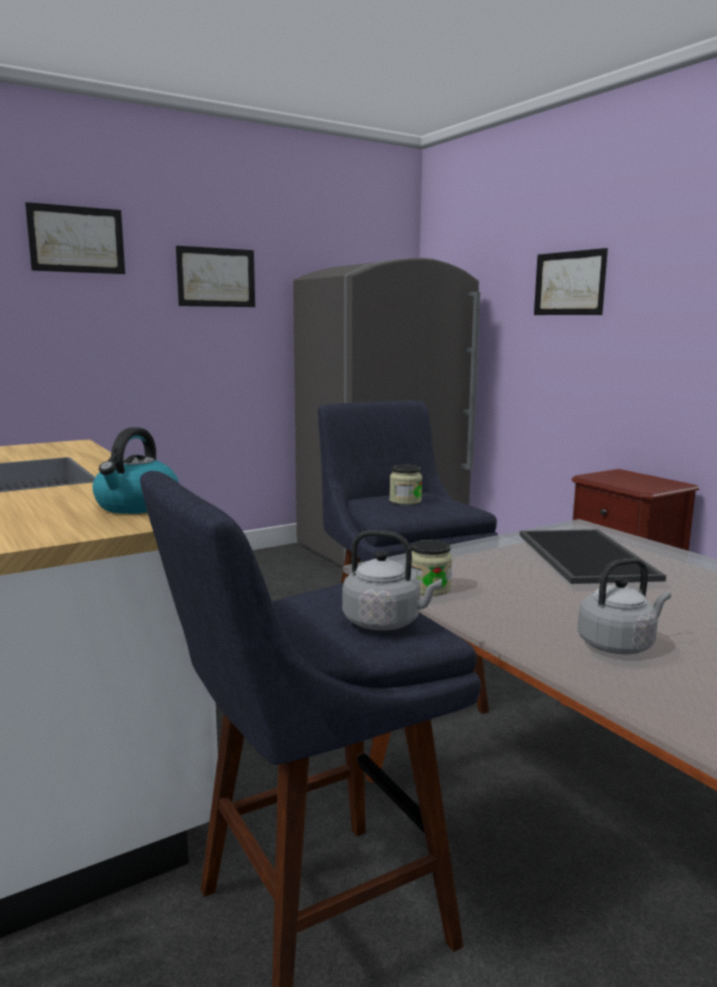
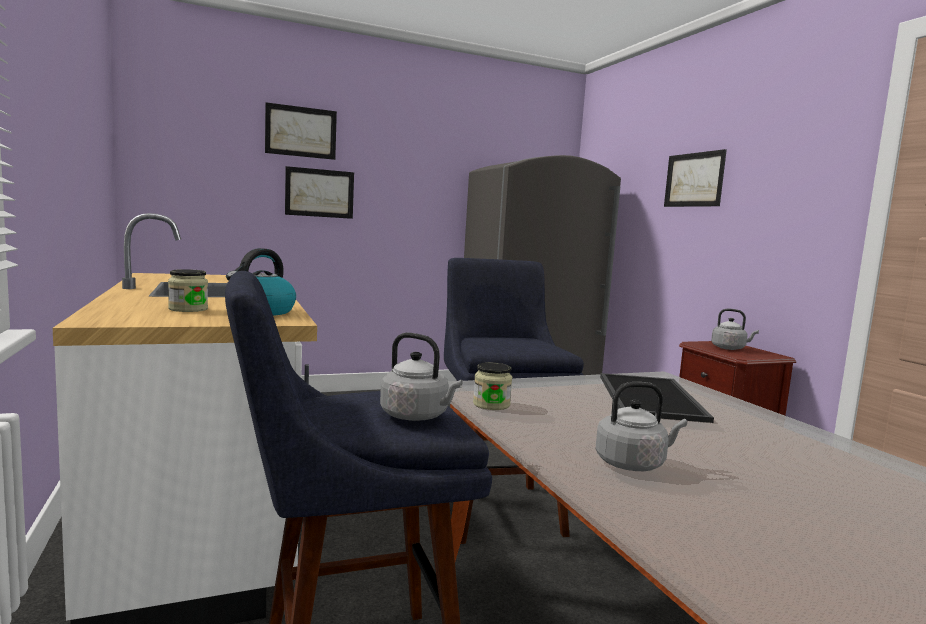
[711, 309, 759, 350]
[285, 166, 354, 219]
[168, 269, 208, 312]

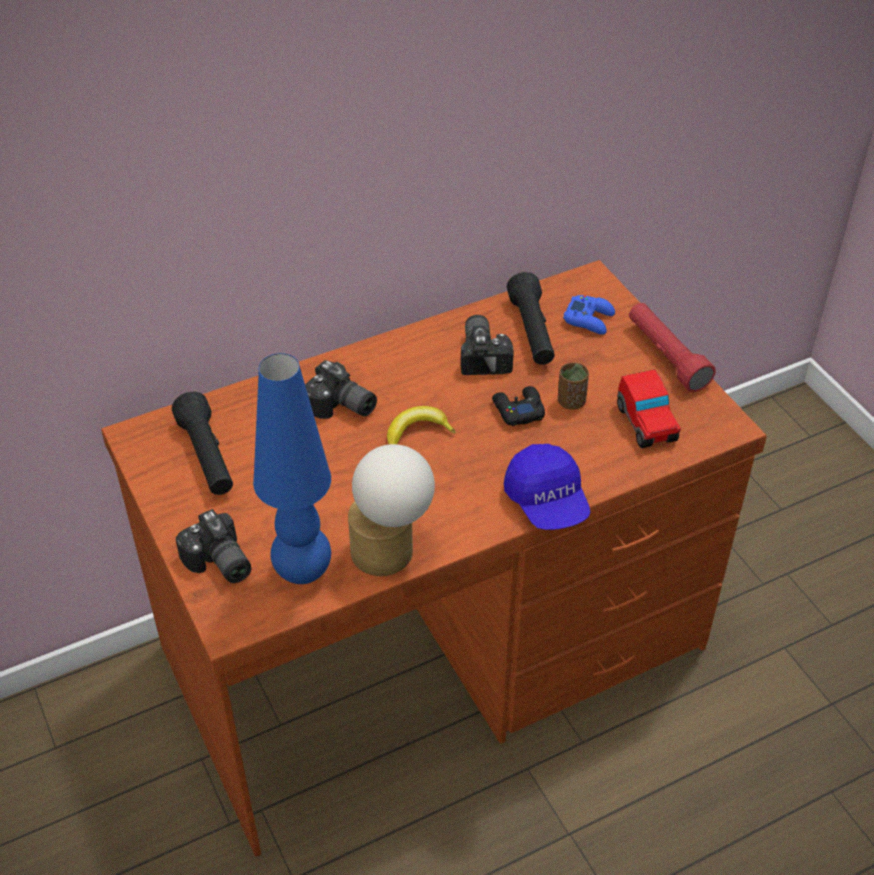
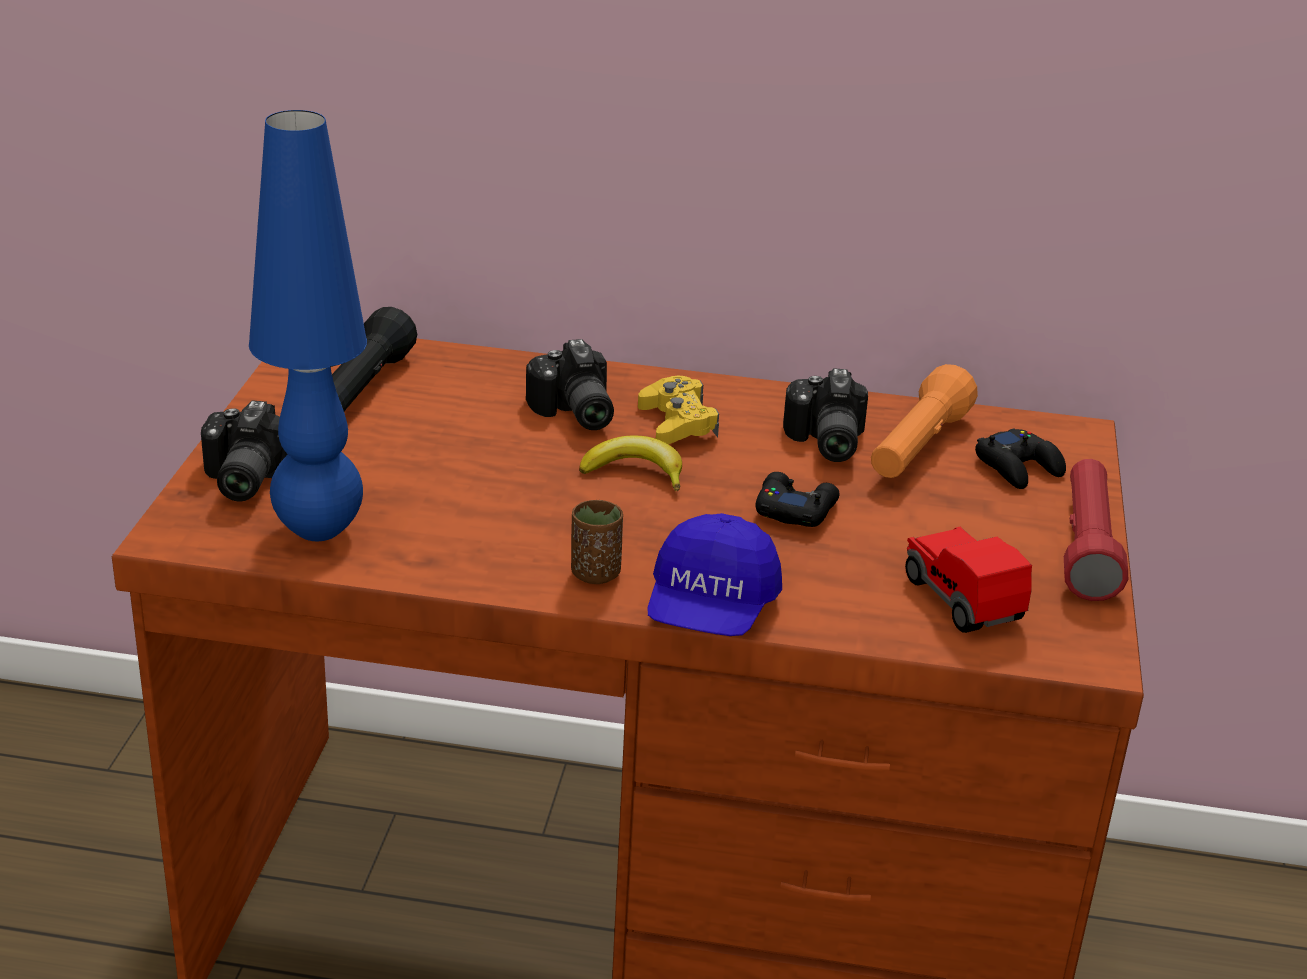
[348, 444, 435, 576] (first image)
[638, 376, 719, 444]
[571, 500, 623, 584]
[871, 364, 978, 478]
[975, 428, 1066, 489]
[783, 368, 868, 462]
[905, 527, 1032, 633]

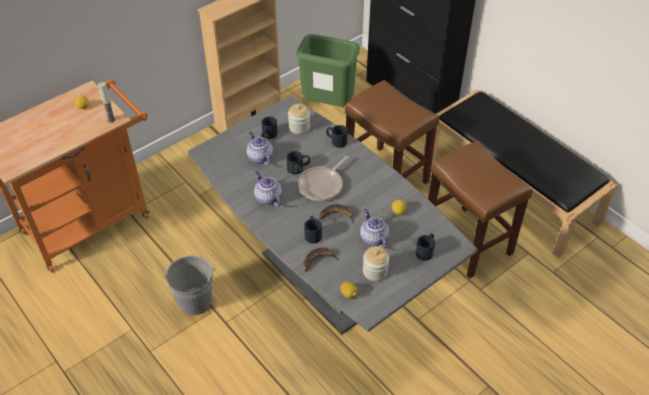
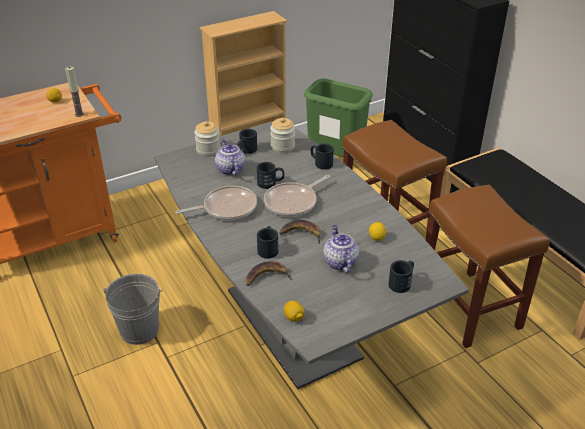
[194, 121, 221, 157]
[176, 186, 257, 220]

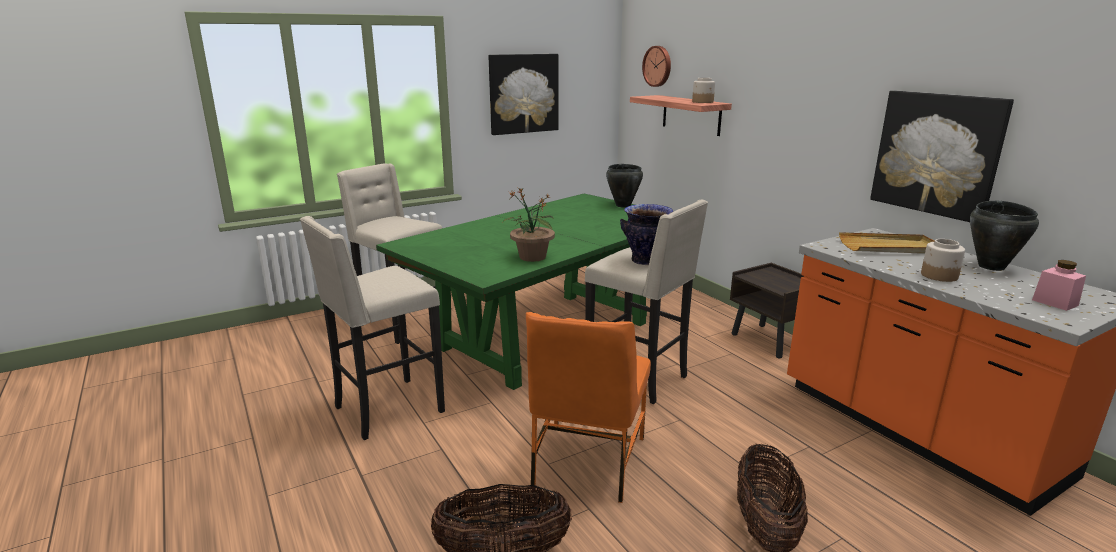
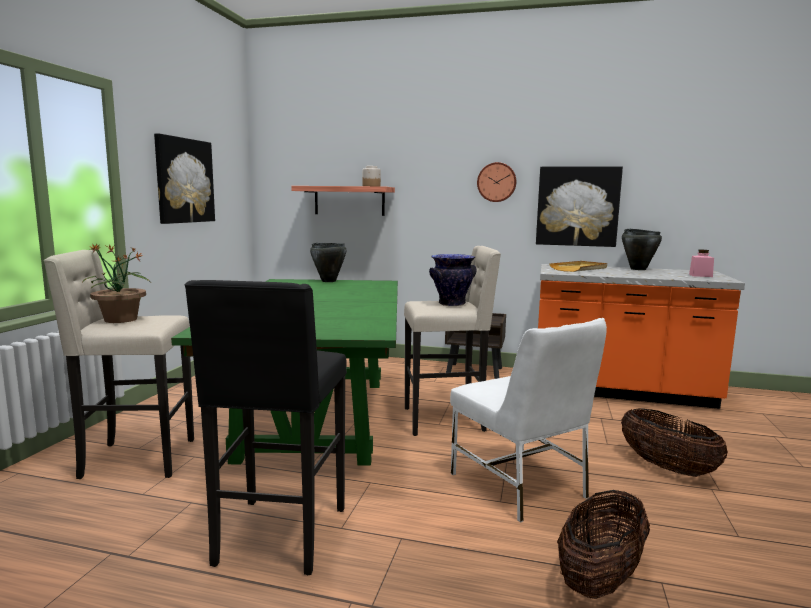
[921, 239, 965, 282] (first image)
[82, 244, 150, 323]
[477, 162, 516, 202]
[185, 280, 347, 575]
[450, 318, 607, 523]

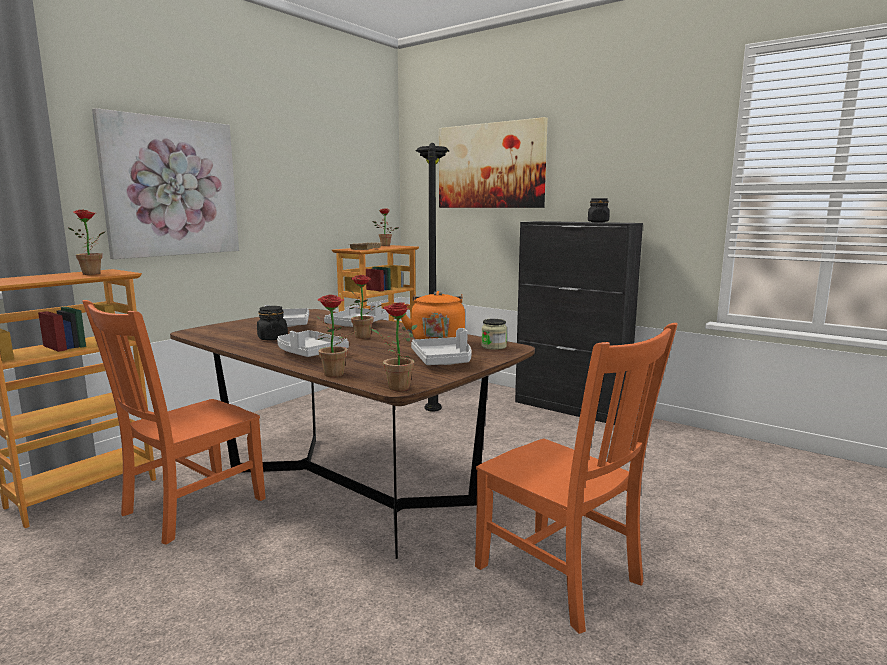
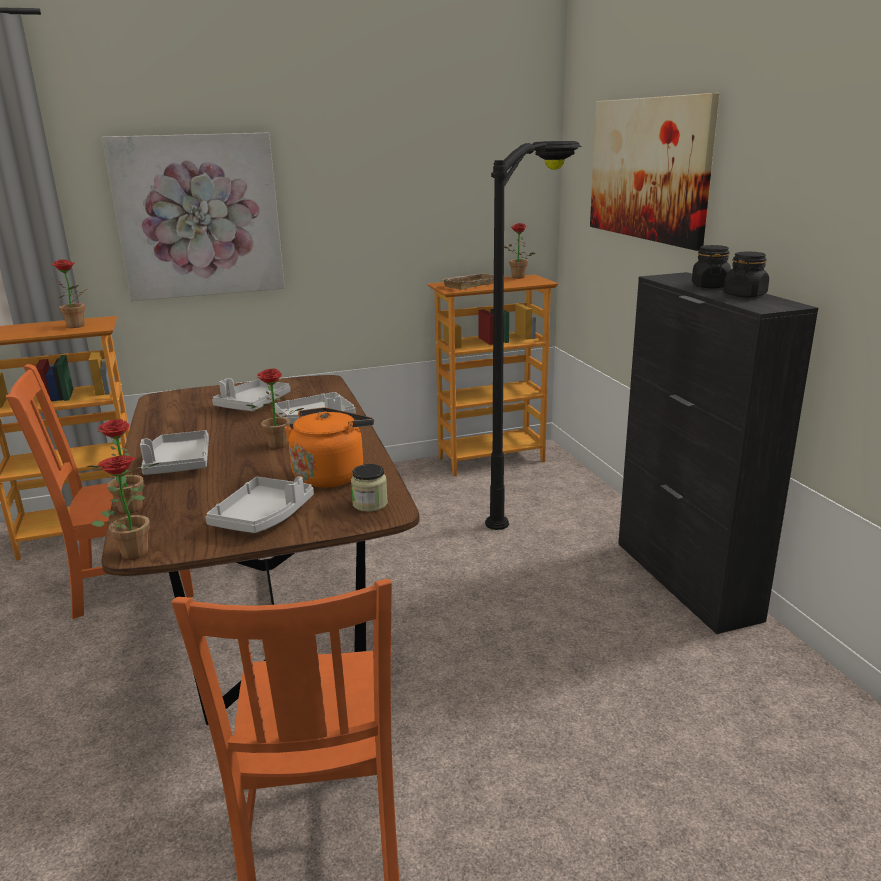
[692, 245, 731, 289]

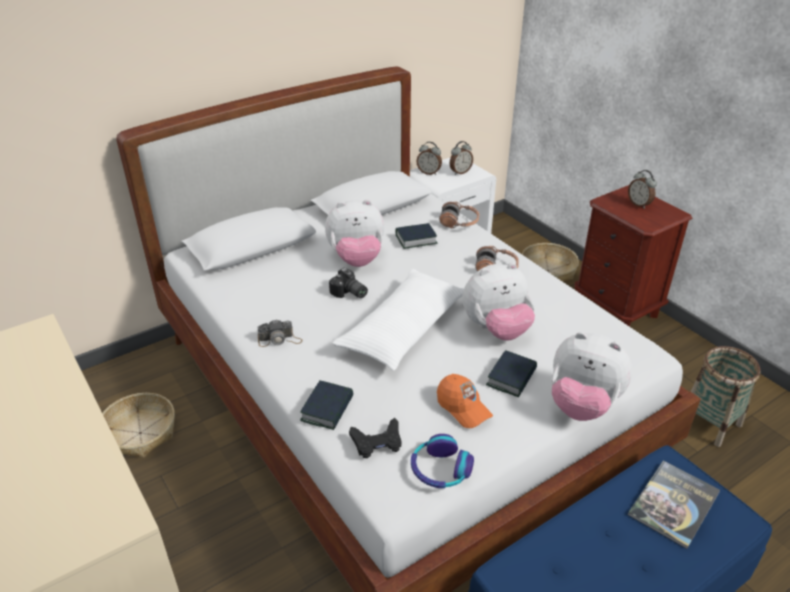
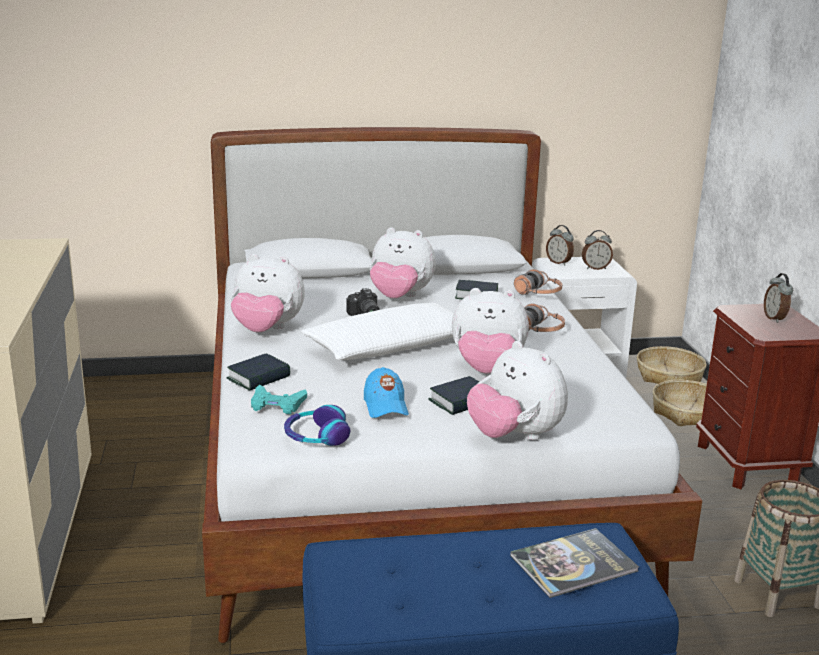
[637, 346, 706, 384]
[231, 254, 305, 332]
[251, 385, 307, 414]
[364, 367, 409, 418]

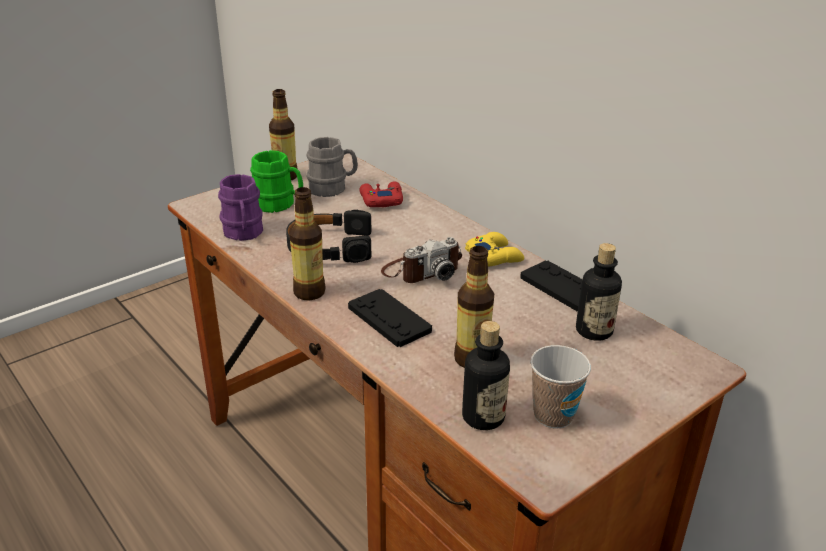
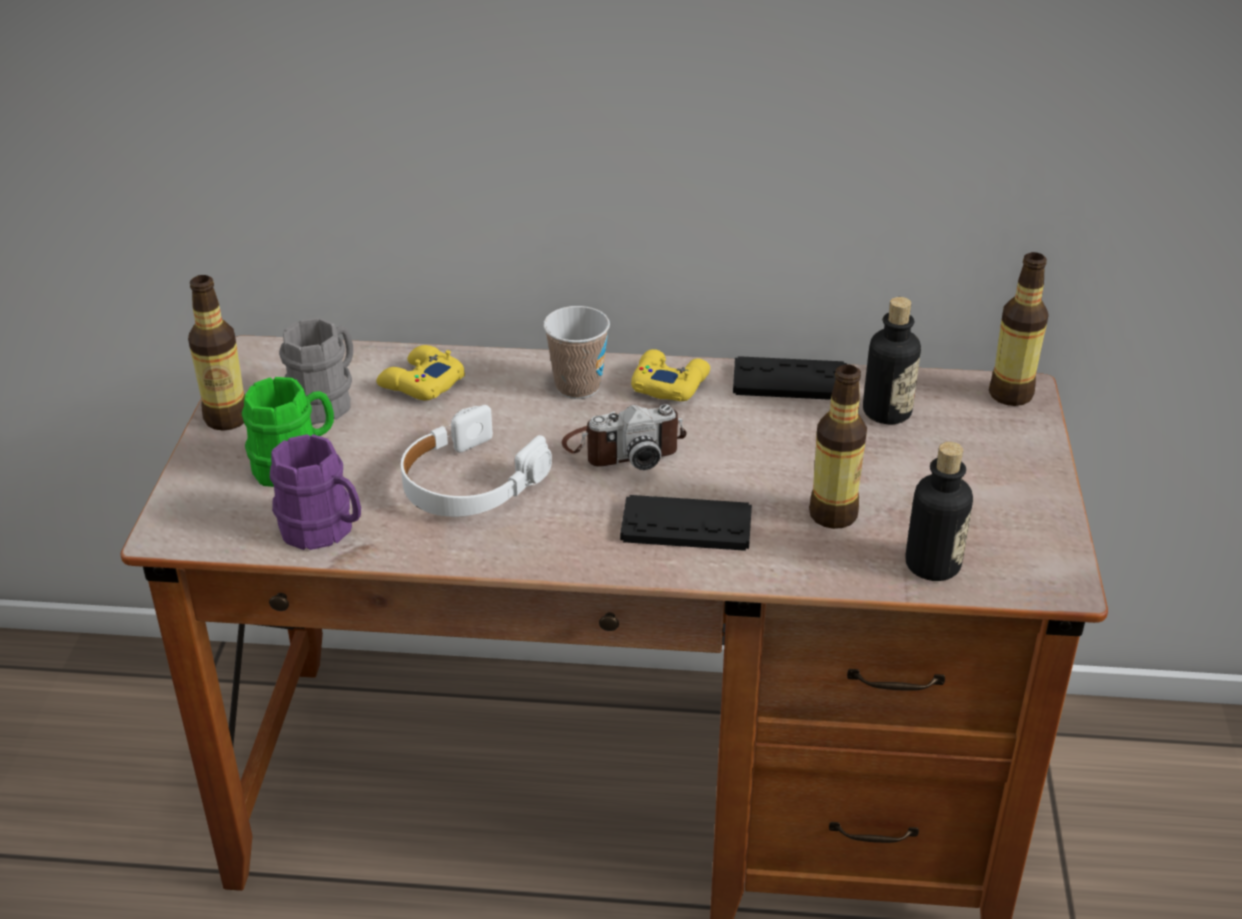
[989, 252, 1048, 406]
[543, 306, 610, 399]
[401, 405, 552, 517]
[376, 345, 465, 400]
[562, 404, 687, 470]

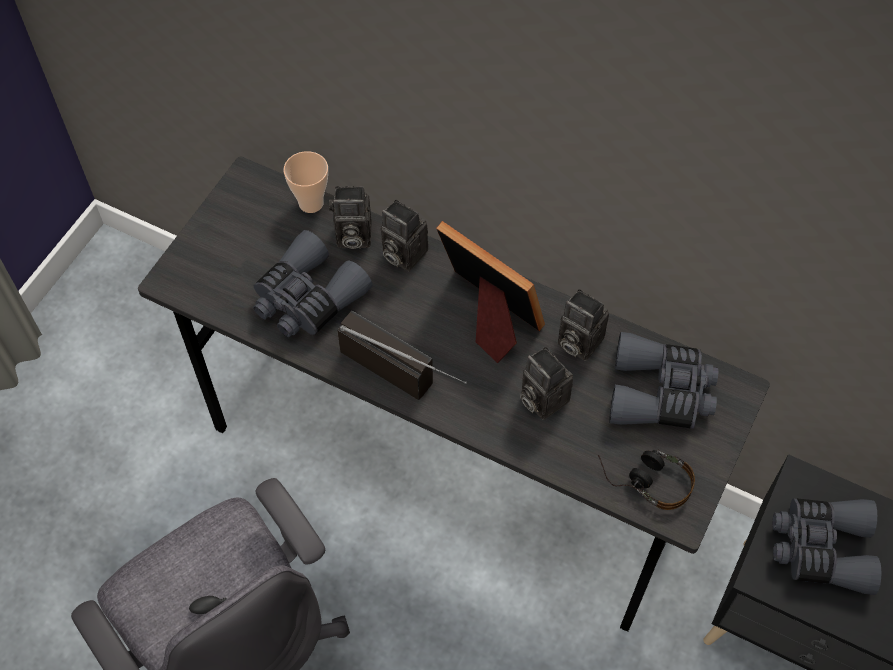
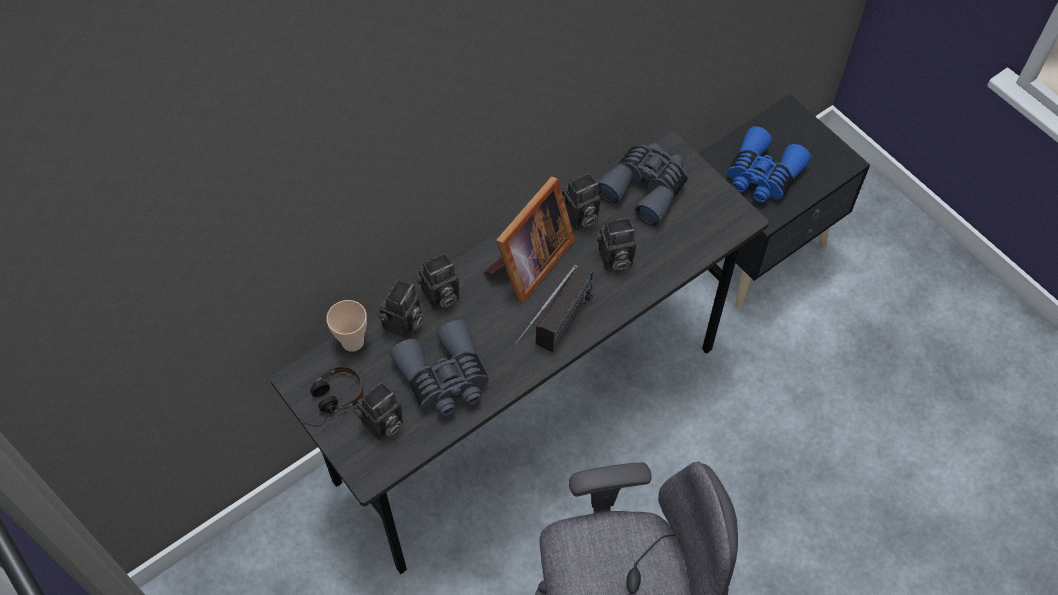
[354, 382, 403, 441]
[296, 366, 363, 427]
[727, 126, 811, 203]
[514, 265, 593, 353]
[484, 176, 575, 303]

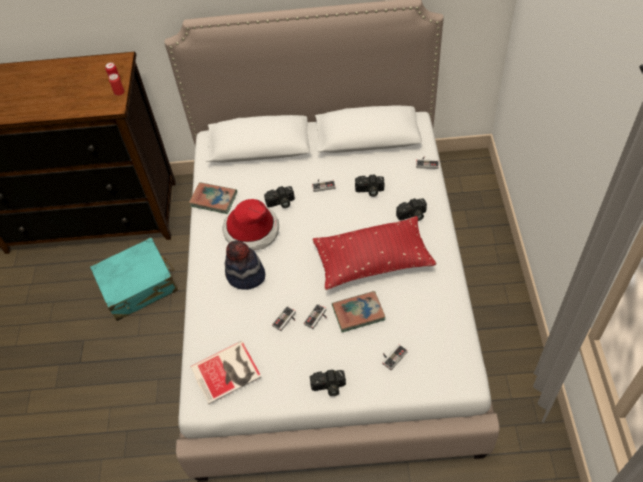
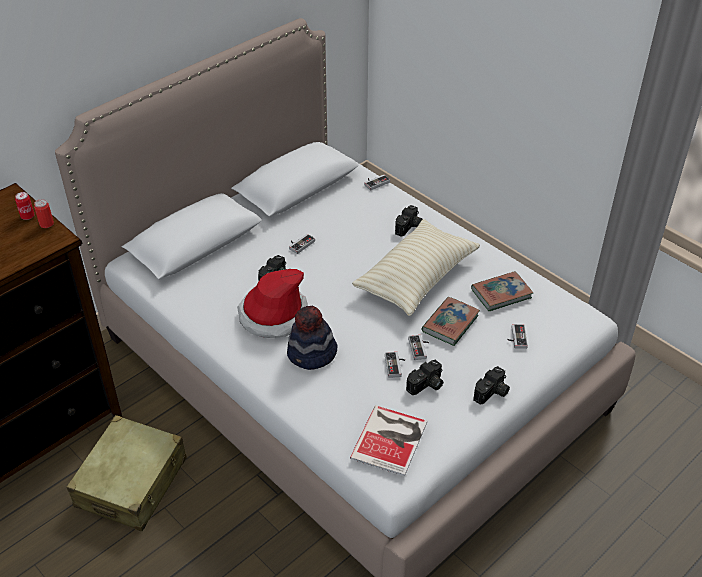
[471, 271, 533, 311]
[406, 360, 443, 395]
[67, 415, 187, 531]
[352, 219, 480, 316]

